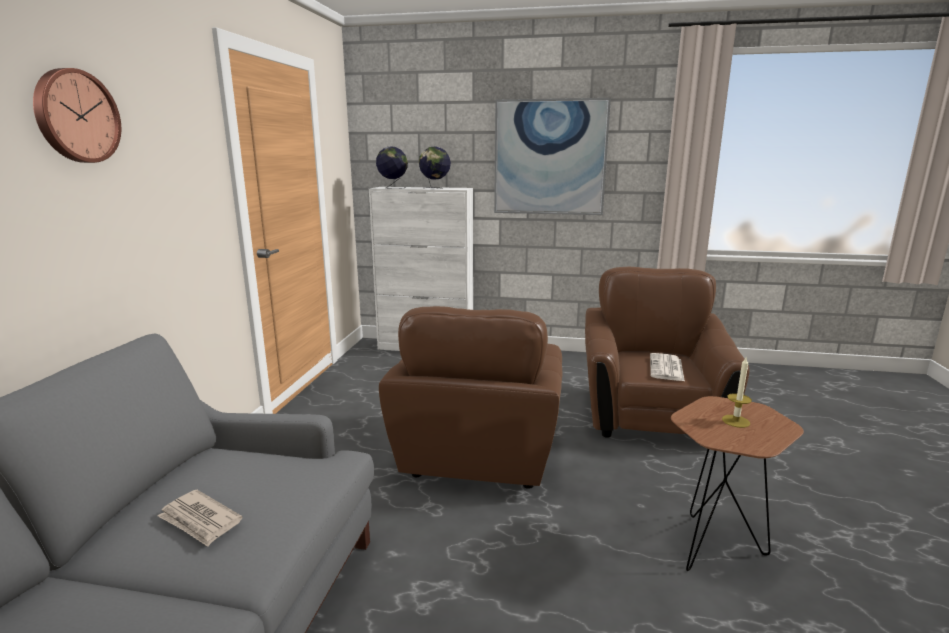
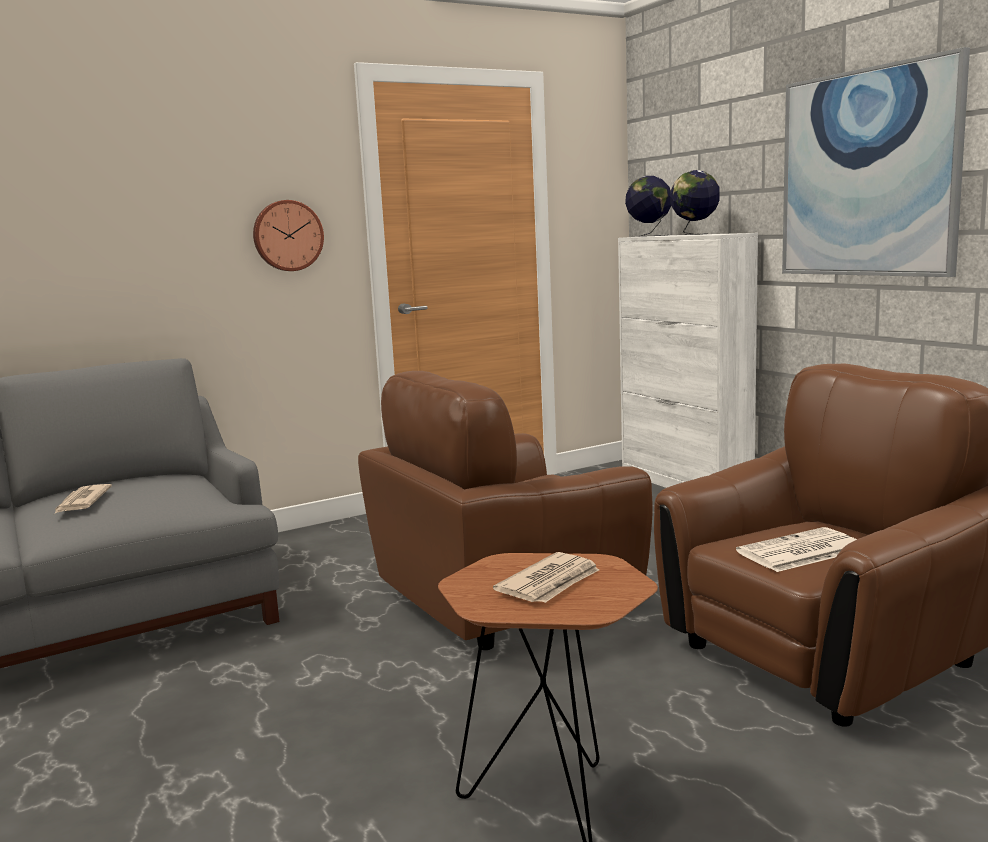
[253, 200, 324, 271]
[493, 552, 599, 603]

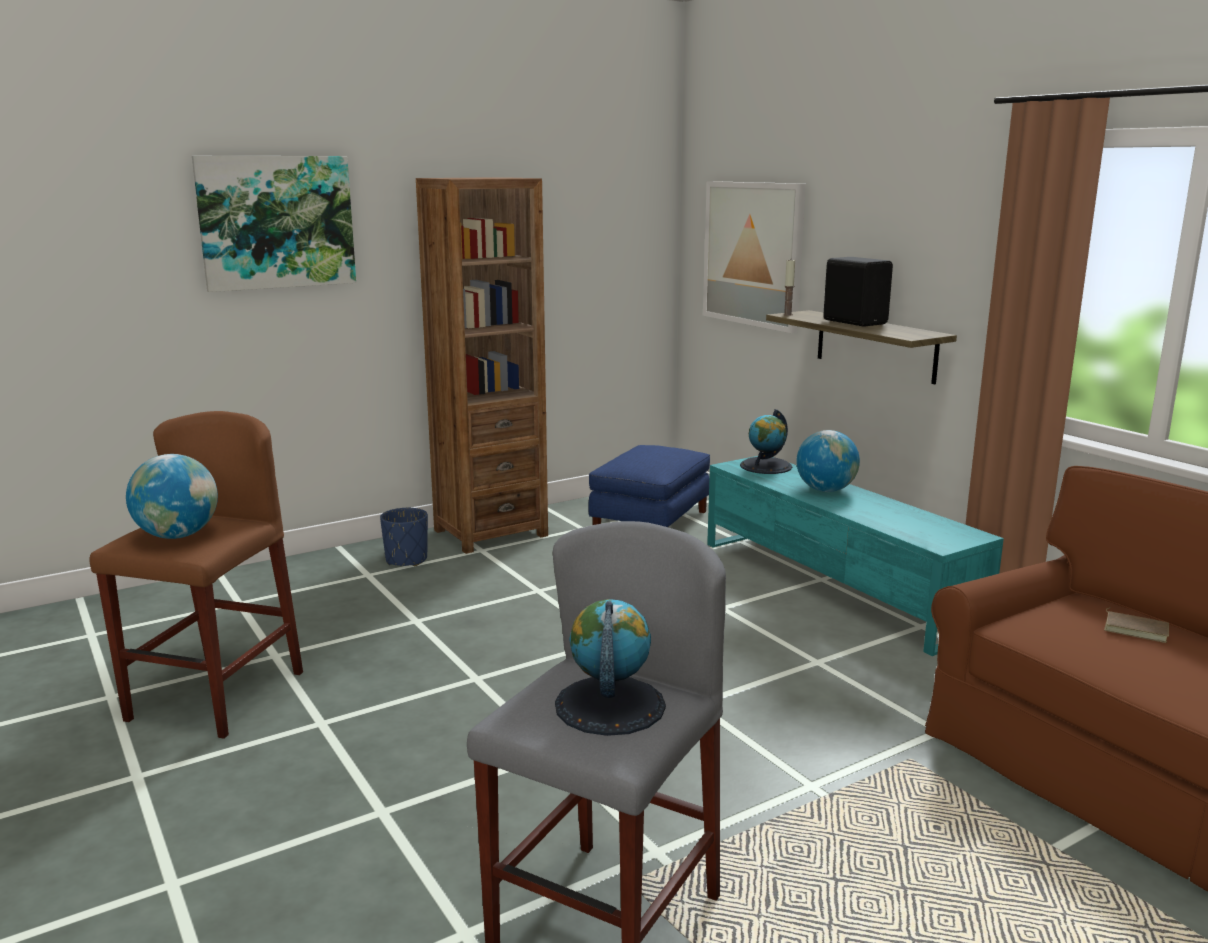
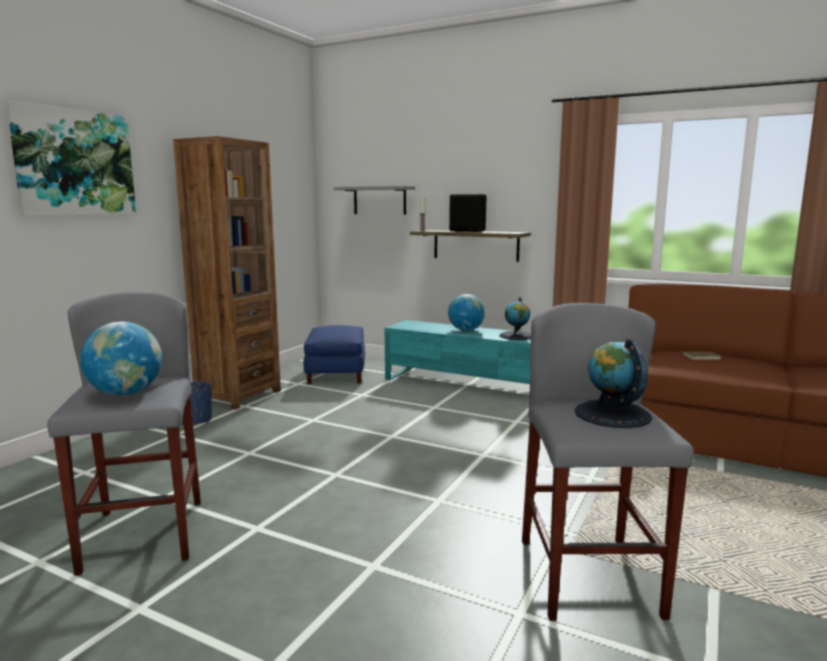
[499, 297, 531, 340]
[334, 186, 415, 214]
[47, 292, 201, 575]

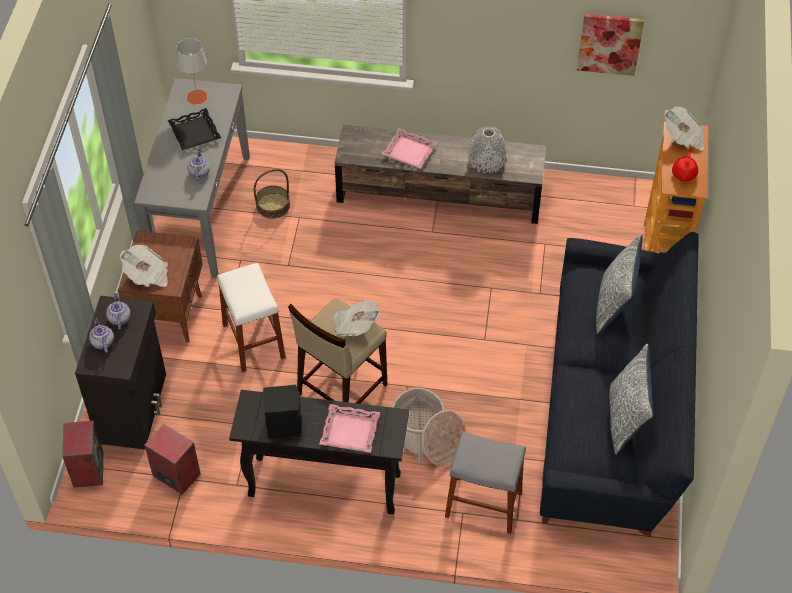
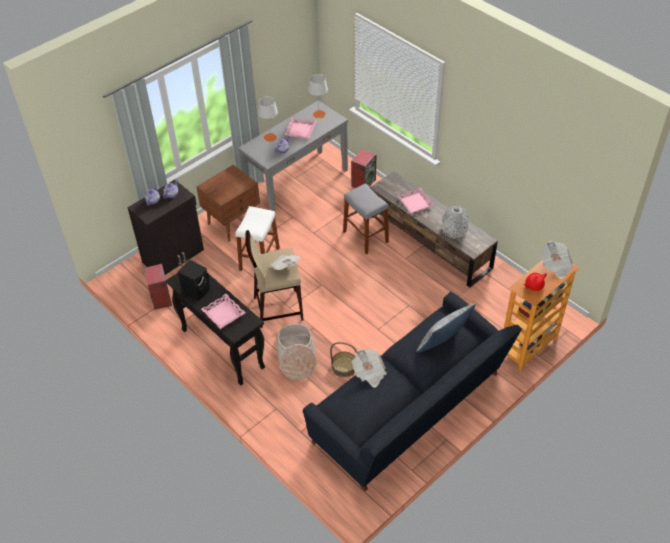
[577, 14, 644, 76] (first image)
[609, 344, 653, 455] (first image)
[258, 97, 278, 142]
[351, 149, 376, 188]
[352, 349, 387, 388]
[330, 342, 357, 378]
[343, 183, 389, 254]
[284, 117, 316, 139]

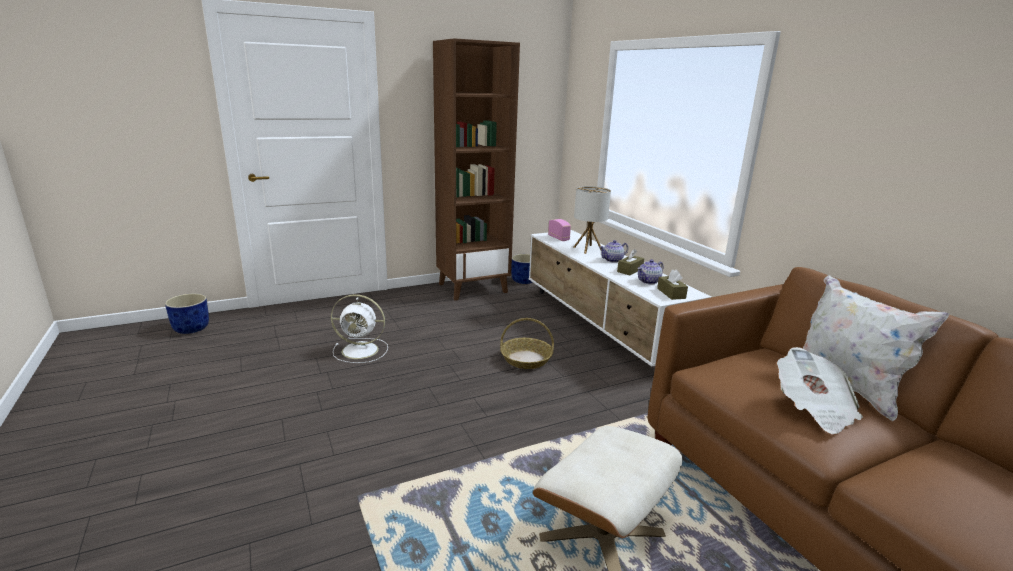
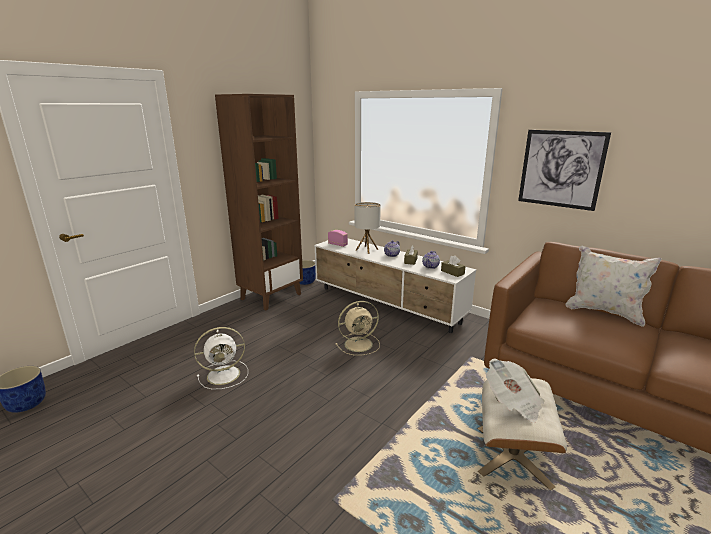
[518, 130, 611, 211]
[486, 358, 544, 423]
[335, 301, 380, 355]

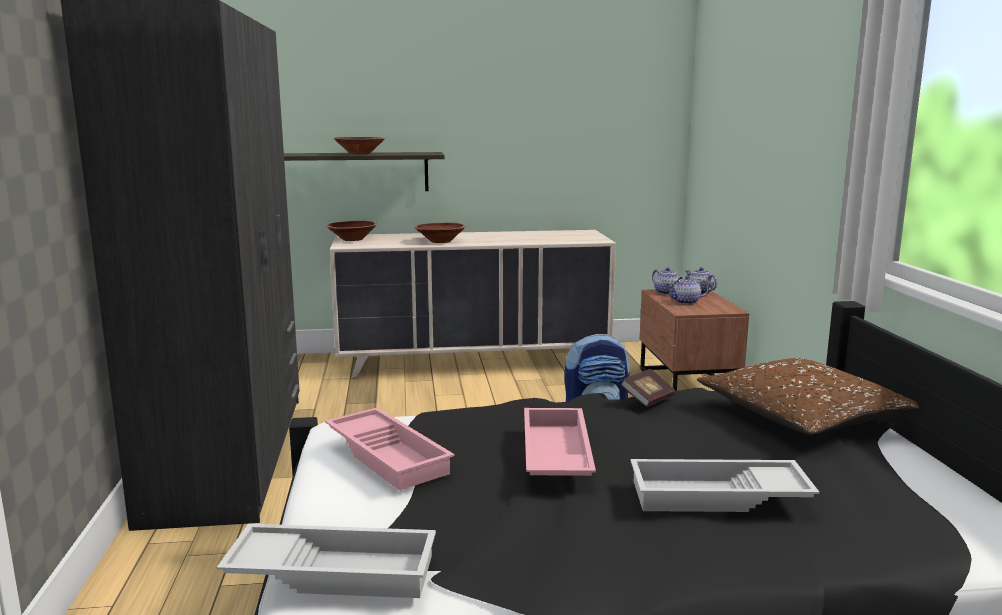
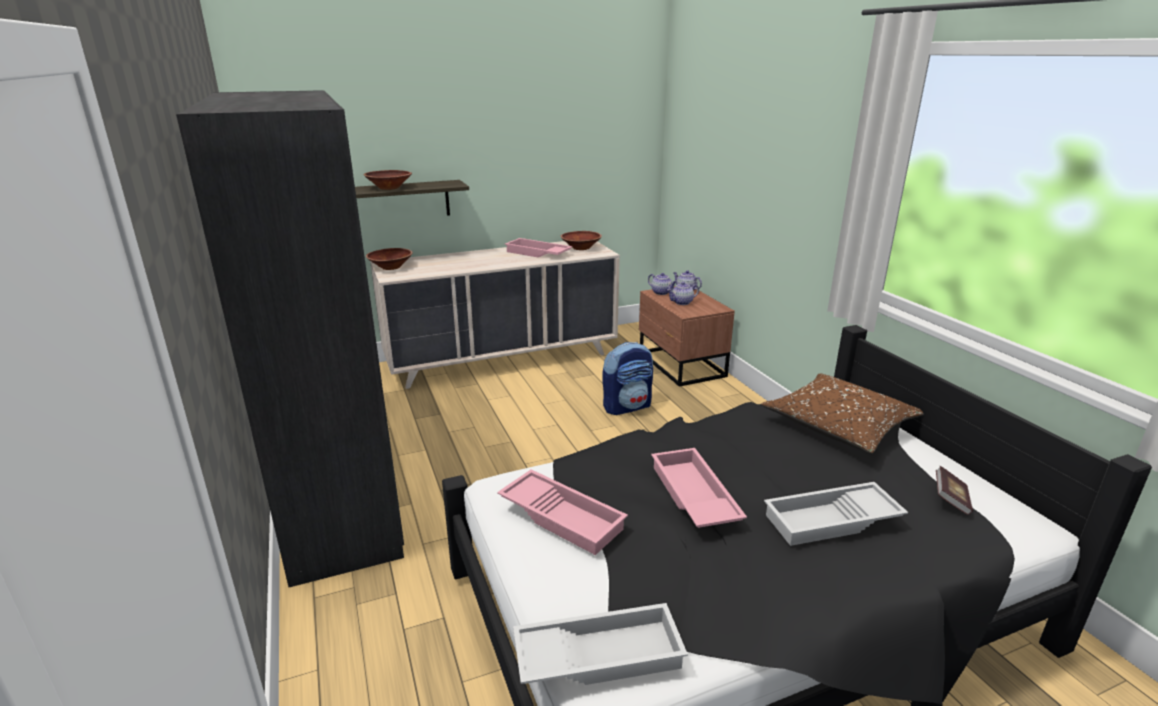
[505, 238, 572, 258]
[561, 231, 602, 250]
[936, 466, 973, 515]

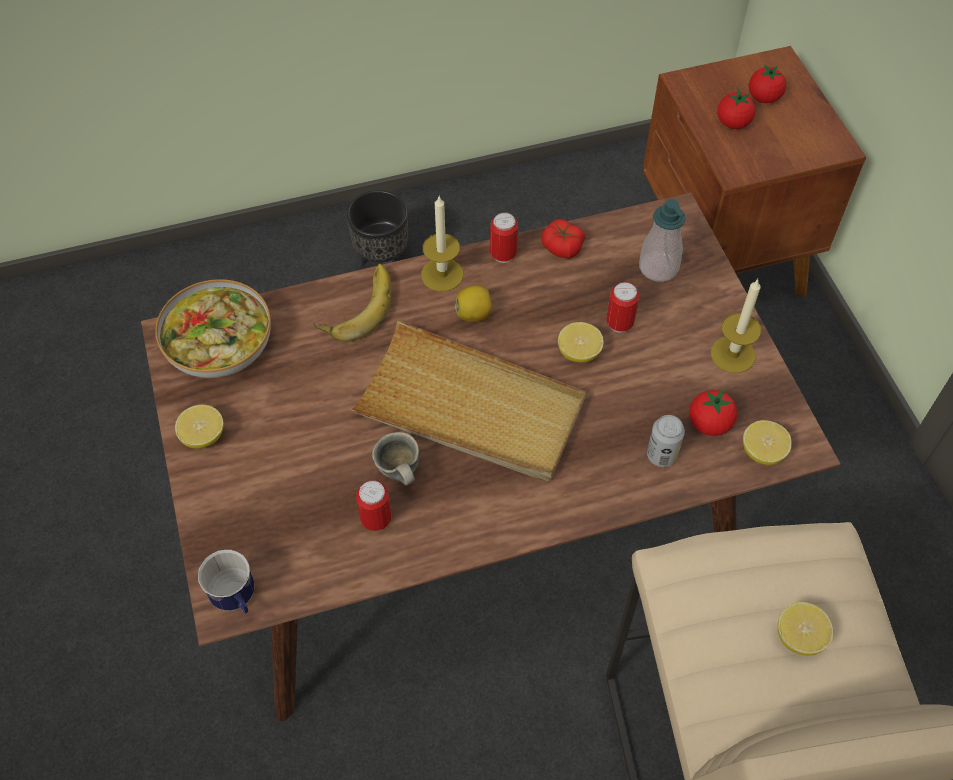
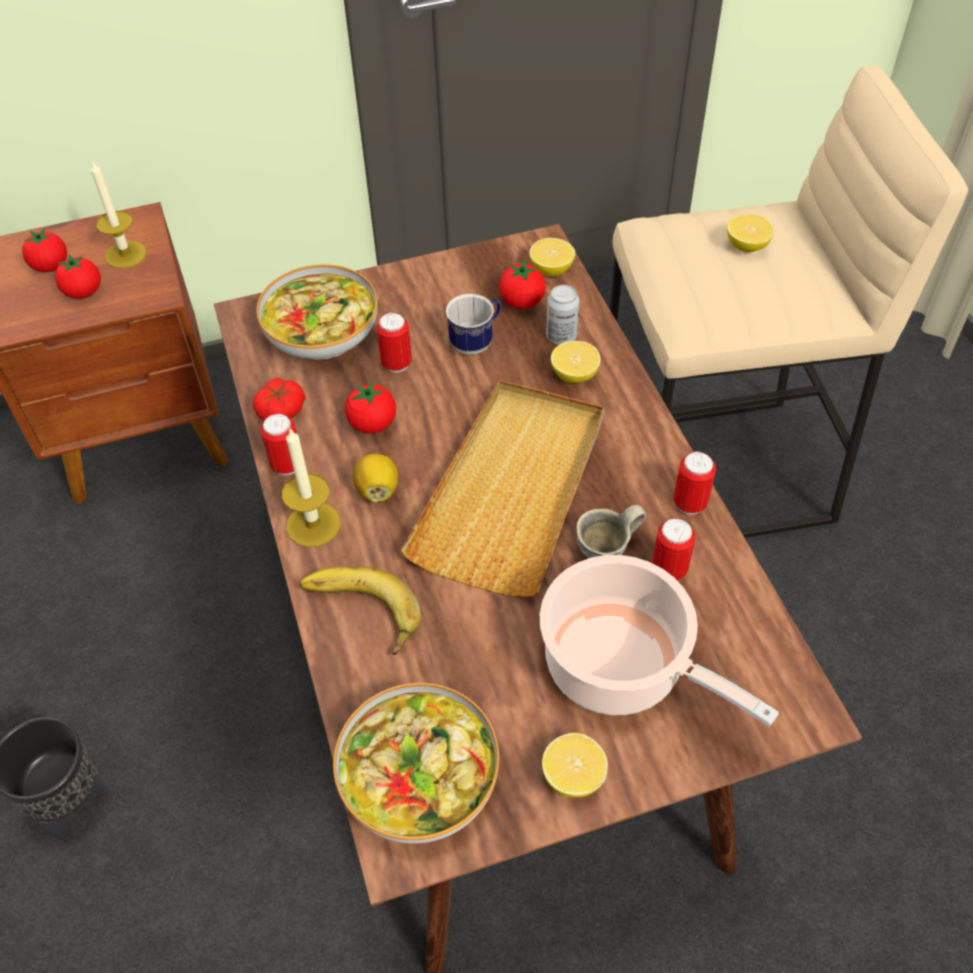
[345, 381, 396, 434]
[540, 555, 779, 726]
[674, 452, 716, 515]
[446, 294, 501, 355]
[551, 341, 601, 383]
[91, 160, 147, 268]
[256, 264, 378, 360]

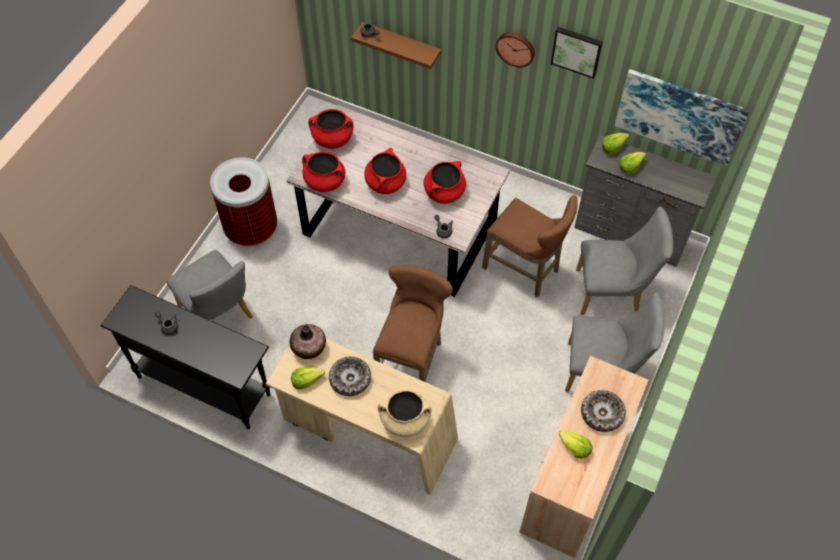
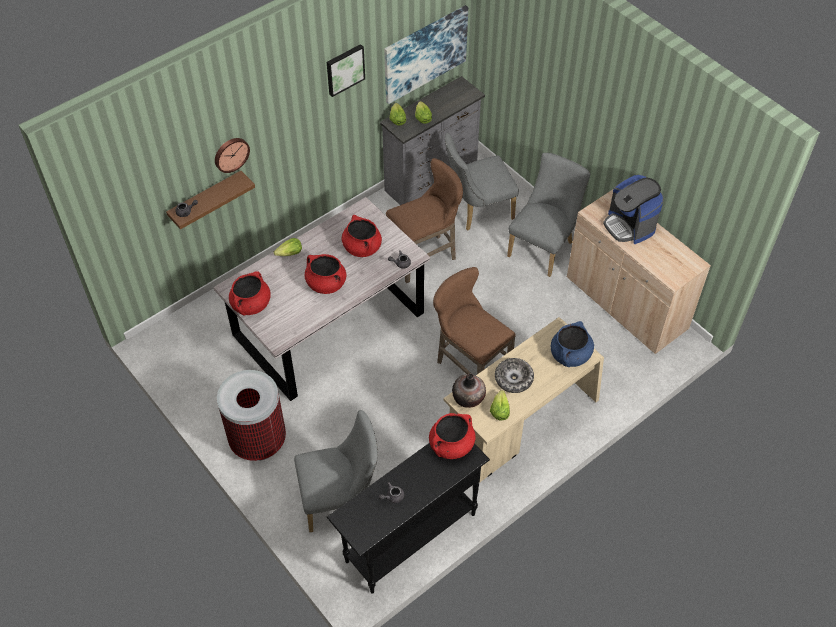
[429, 413, 476, 459]
[215, 138, 250, 173]
[274, 238, 302, 256]
[603, 175, 664, 244]
[551, 321, 594, 367]
[445, 133, 519, 230]

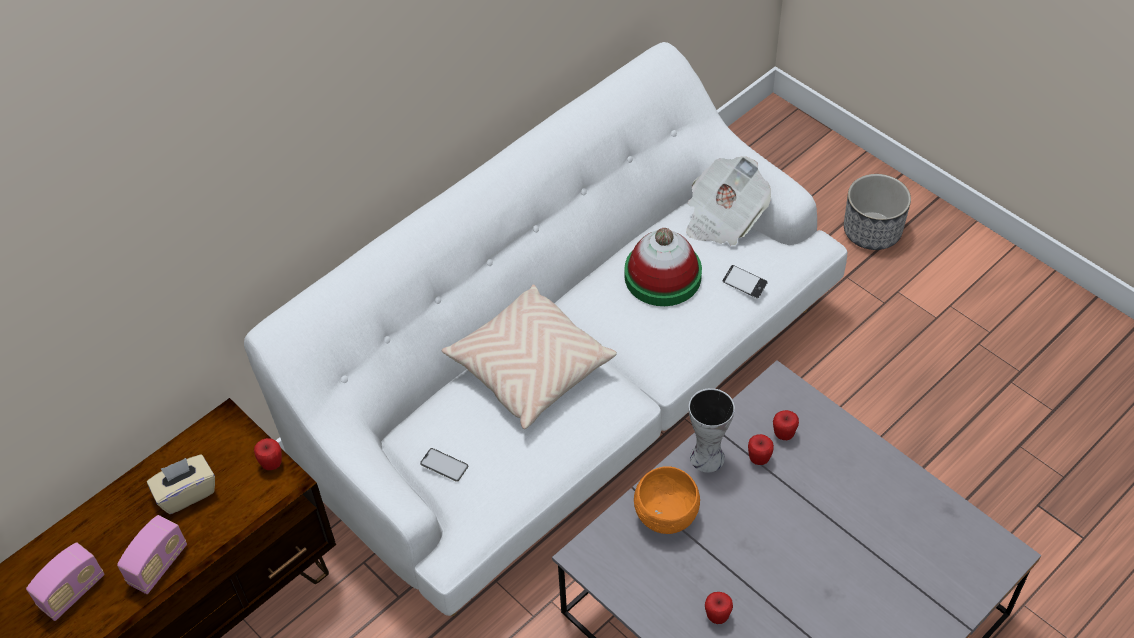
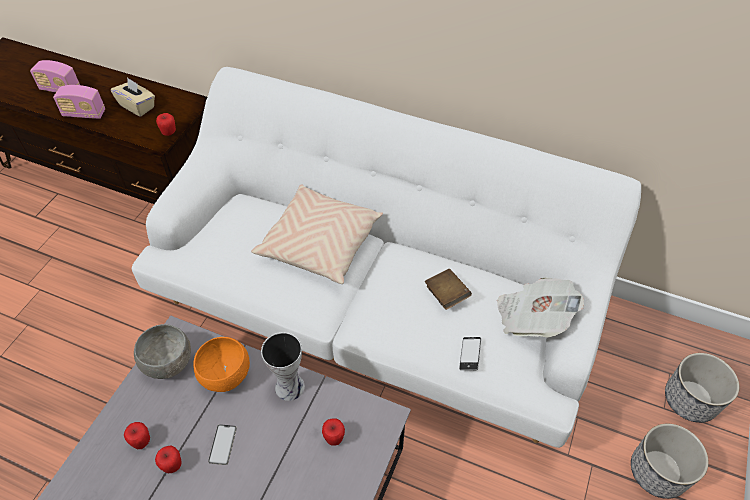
[134, 324, 191, 379]
[665, 353, 739, 423]
[208, 424, 237, 465]
[155, 446, 182, 473]
[425, 269, 472, 310]

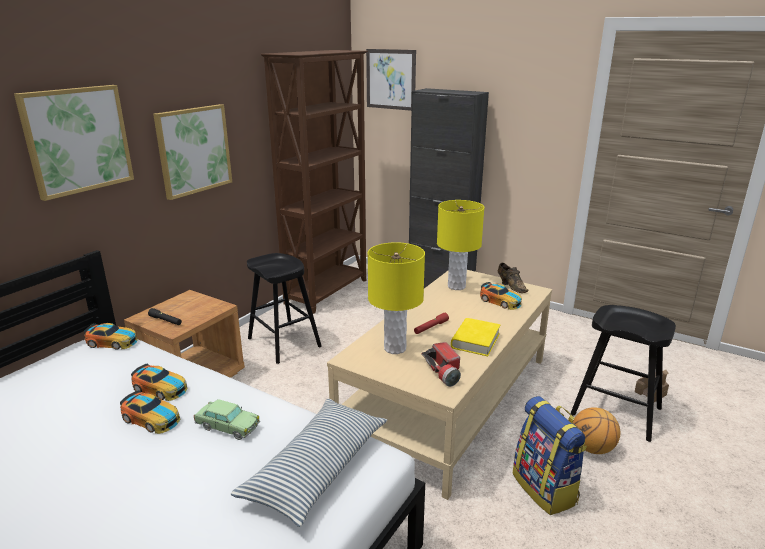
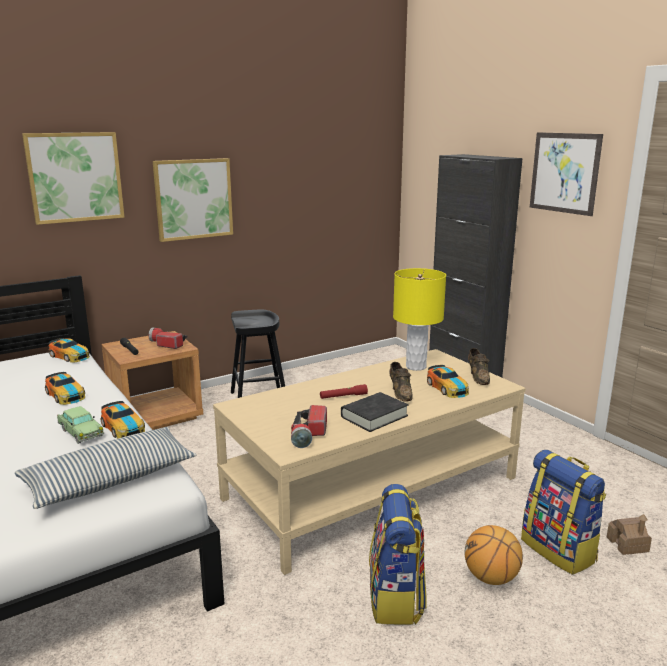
[261, 50, 368, 314] (first image)
[368, 242, 425, 354] (first image)
[148, 328, 188, 349]
[389, 362, 412, 402]
[101, 401, 145, 439]
[530, 132, 603, 216]
[521, 450, 606, 575]
[341, 392, 409, 432]

